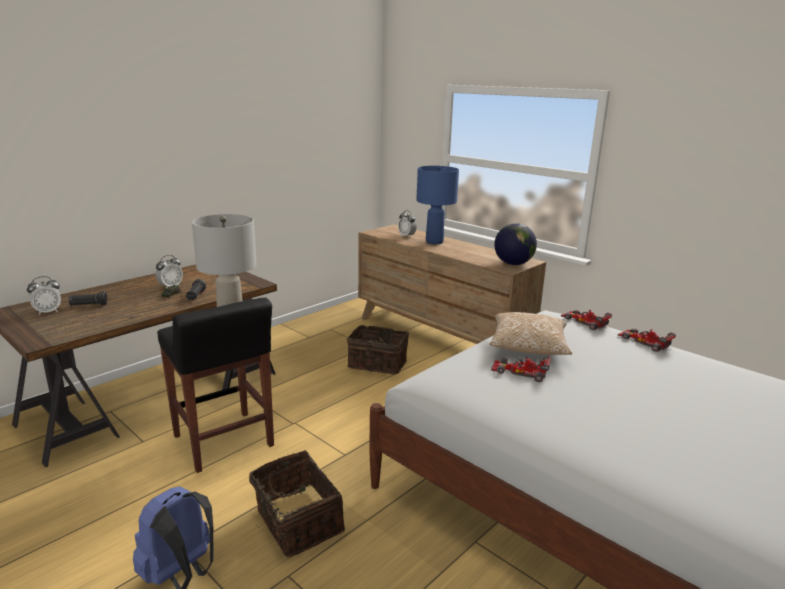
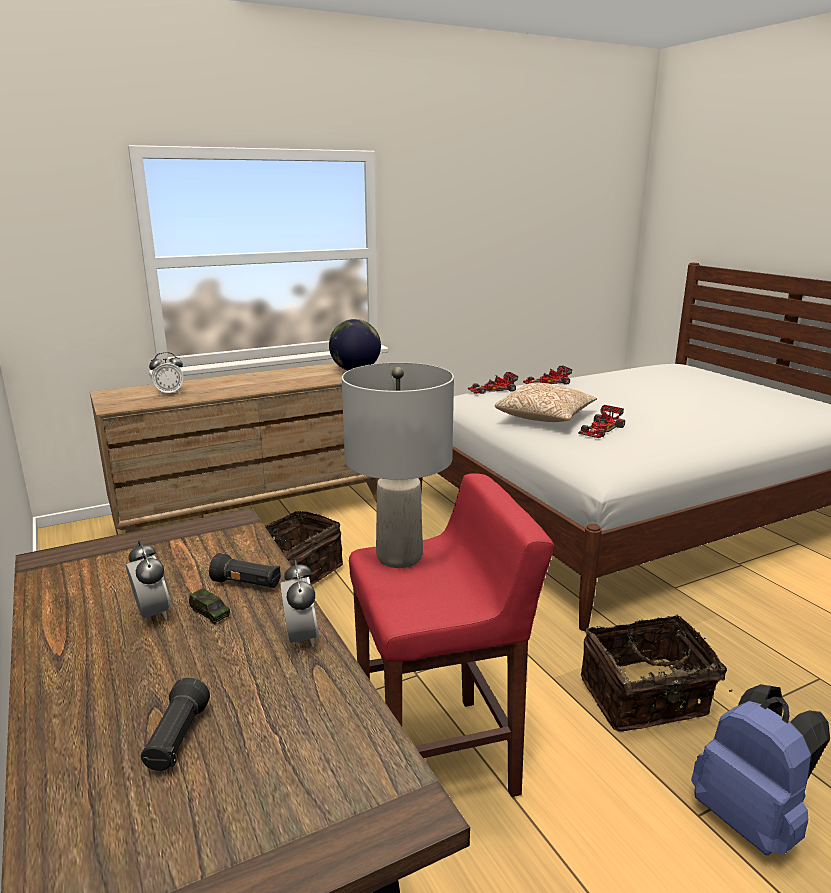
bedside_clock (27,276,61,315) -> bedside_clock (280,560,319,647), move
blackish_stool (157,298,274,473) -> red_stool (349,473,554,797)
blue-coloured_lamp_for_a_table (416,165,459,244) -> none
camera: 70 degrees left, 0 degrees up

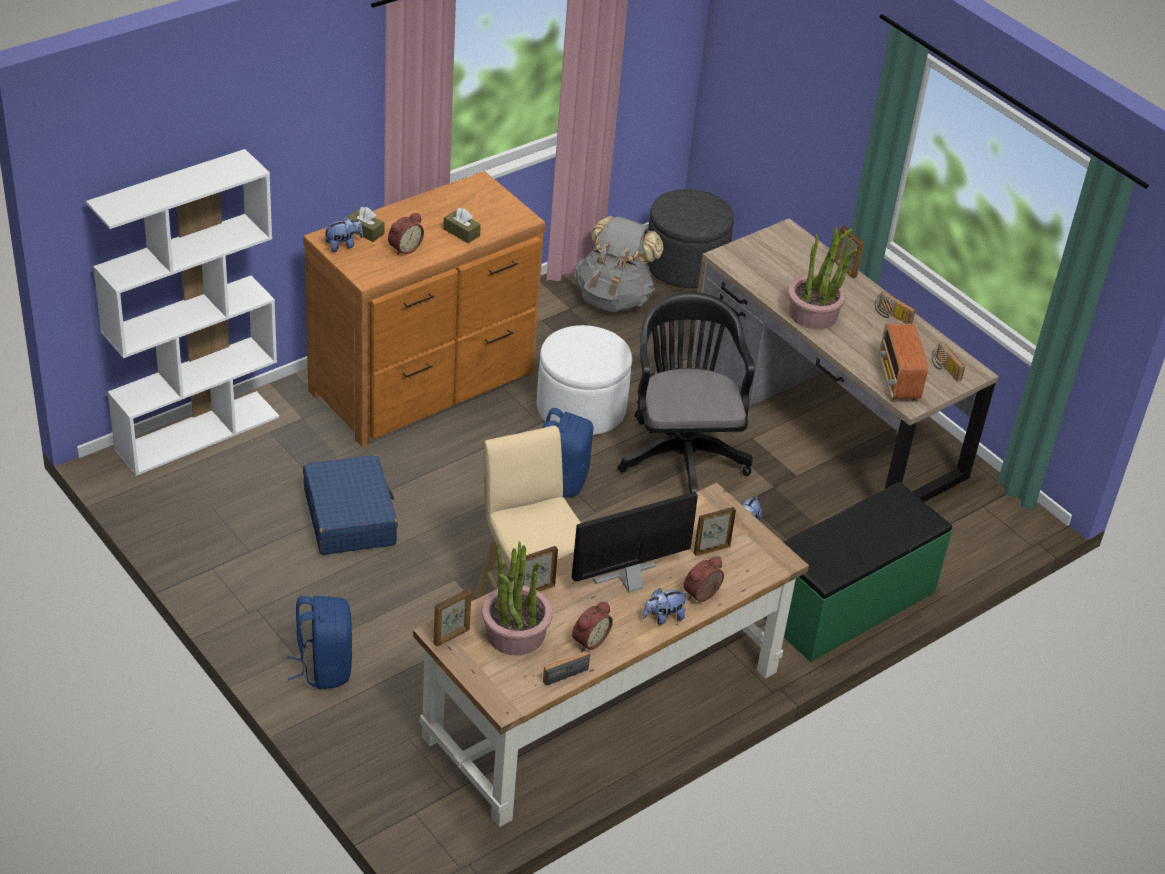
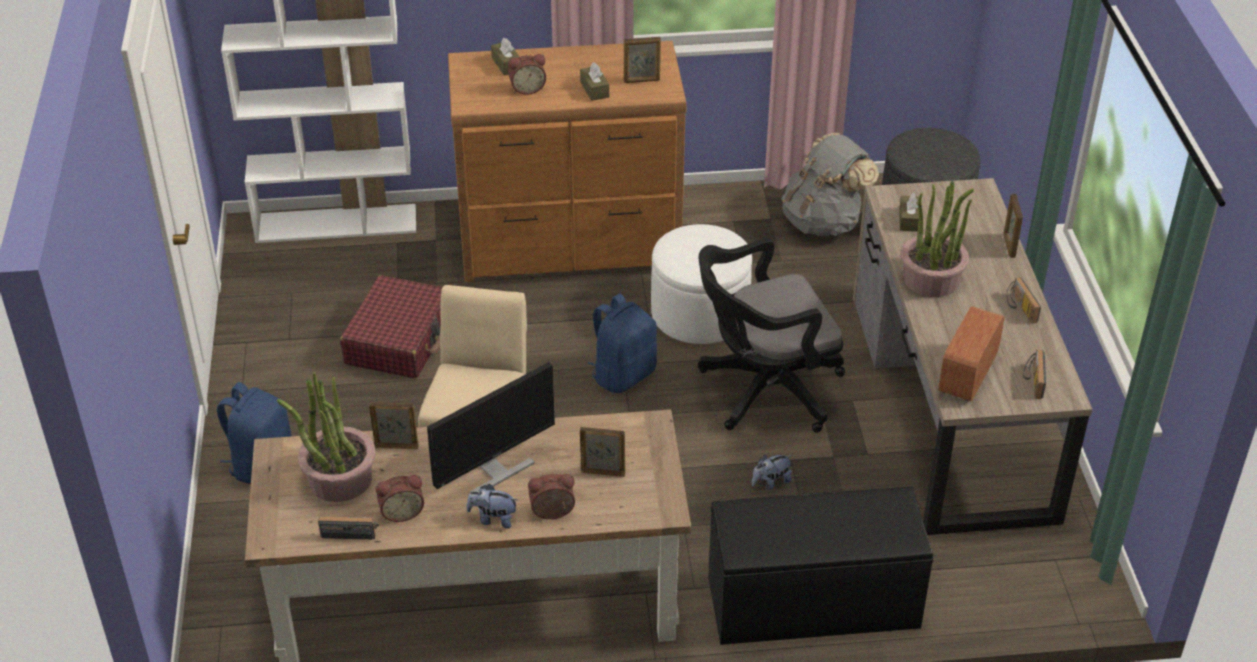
blue-coloured_piece_of_luggage (303,455,398,555) -> red_piece_of_luggage (340,275,442,379)
cuddly_toy (325,216,363,252) -> none
standing_frame (433,588,472,646) -> standing_frame (624,37,661,83), move
monitor (572,492,698,592) -> monitor (427,362,555,493), 135 degrees clockwise
blackish_desk_chair (618,292,754,493) -> blackish_desk_chair (698,238,845,433), 135 degrees counterclockwise
green_long_seat (764,482,952,662) -> blackish_long_seat (708,487,934,645)
none -> brown_box_of_tissues (899,193,919,232)
camera: 35 degrees right, 0 degrees up

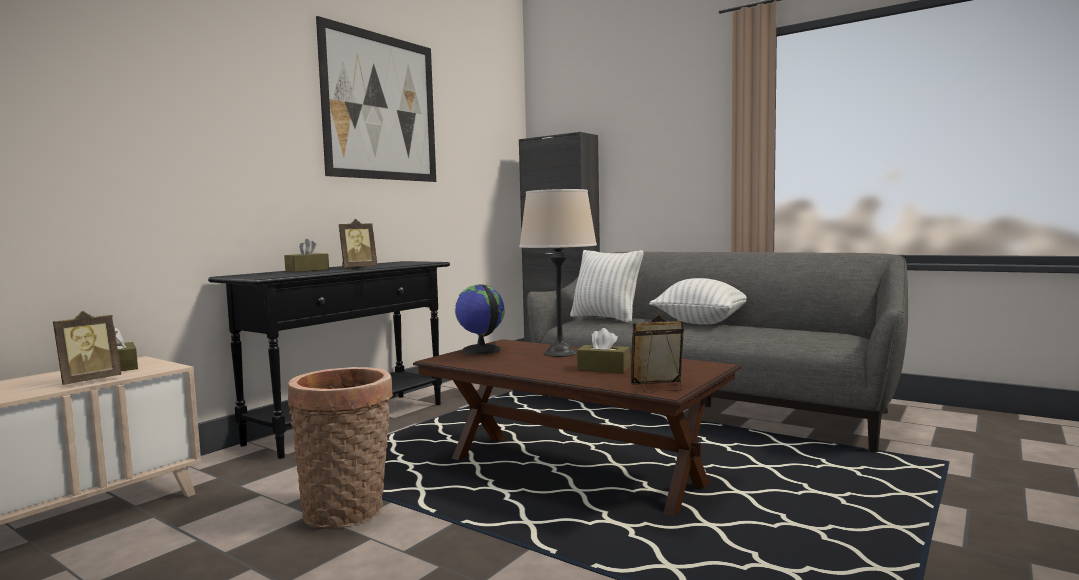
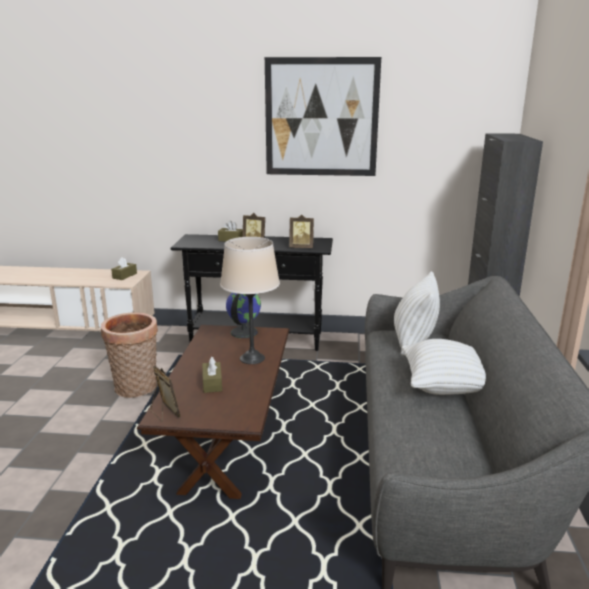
standing_frame (53,311,121,385) -> standing_frame (289,215,314,248), move
camera: 60 degrees right, 15 degrees up

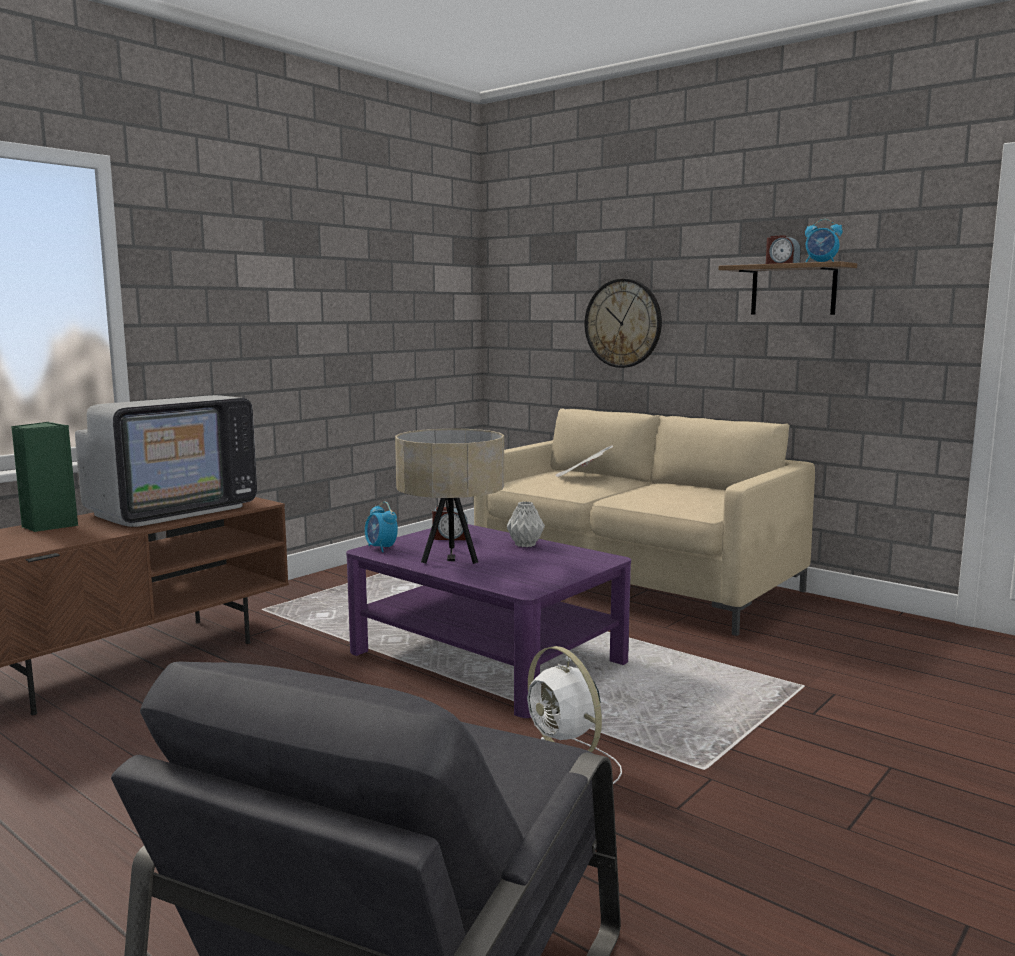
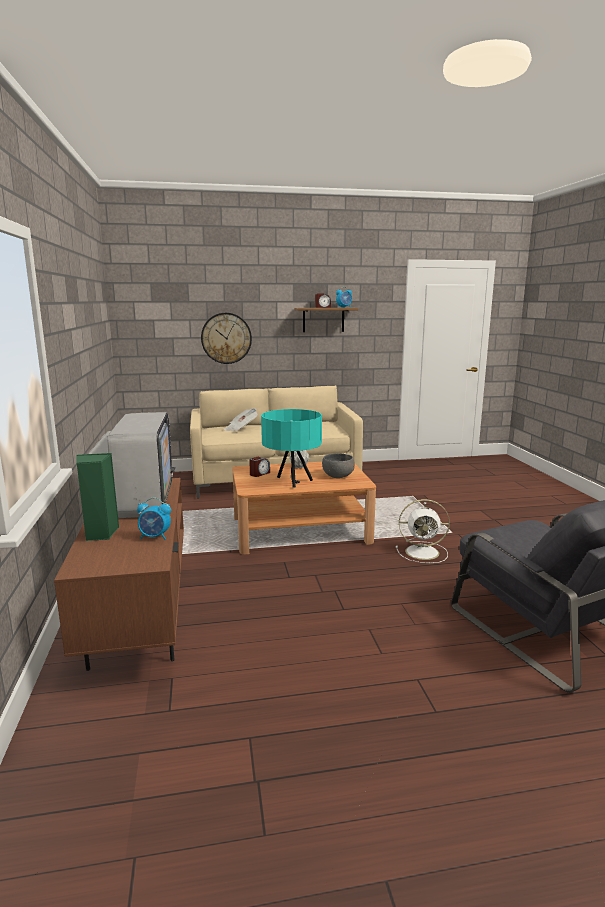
purple-coloured_low_table (346,524,631,718) -> brown_low_table (232,462,376,555)
bedside_clock (365,501,398,552) -> bedside_clock (137,497,171,539), move
sand-coloured_lamp_for_a_table (395,428,504,564) -> blue-green_lamp_for_a_table (261,409,322,488)
none -> grey_bowl (322,453,355,478)
camera: 50 degrees left, 5 degrees up

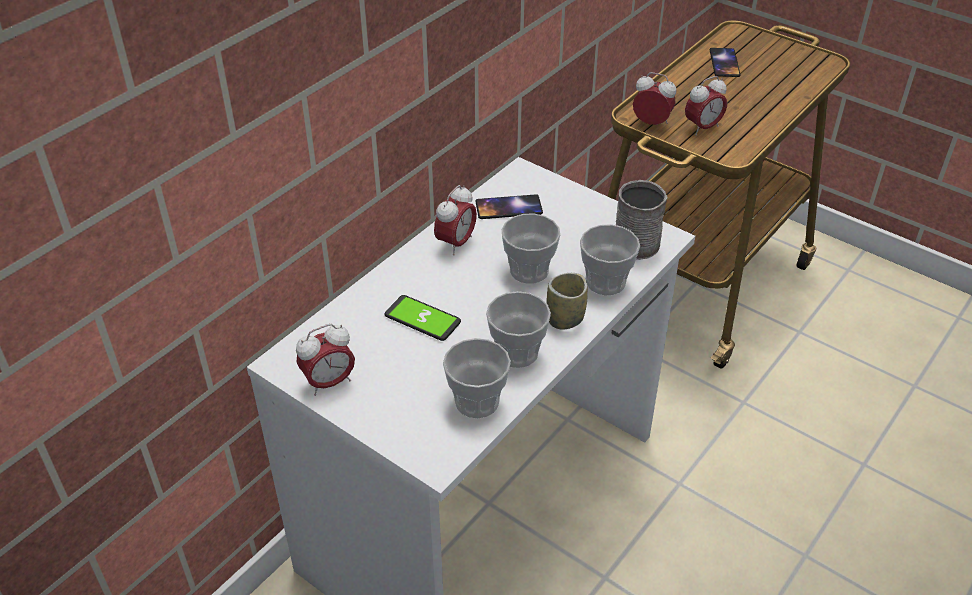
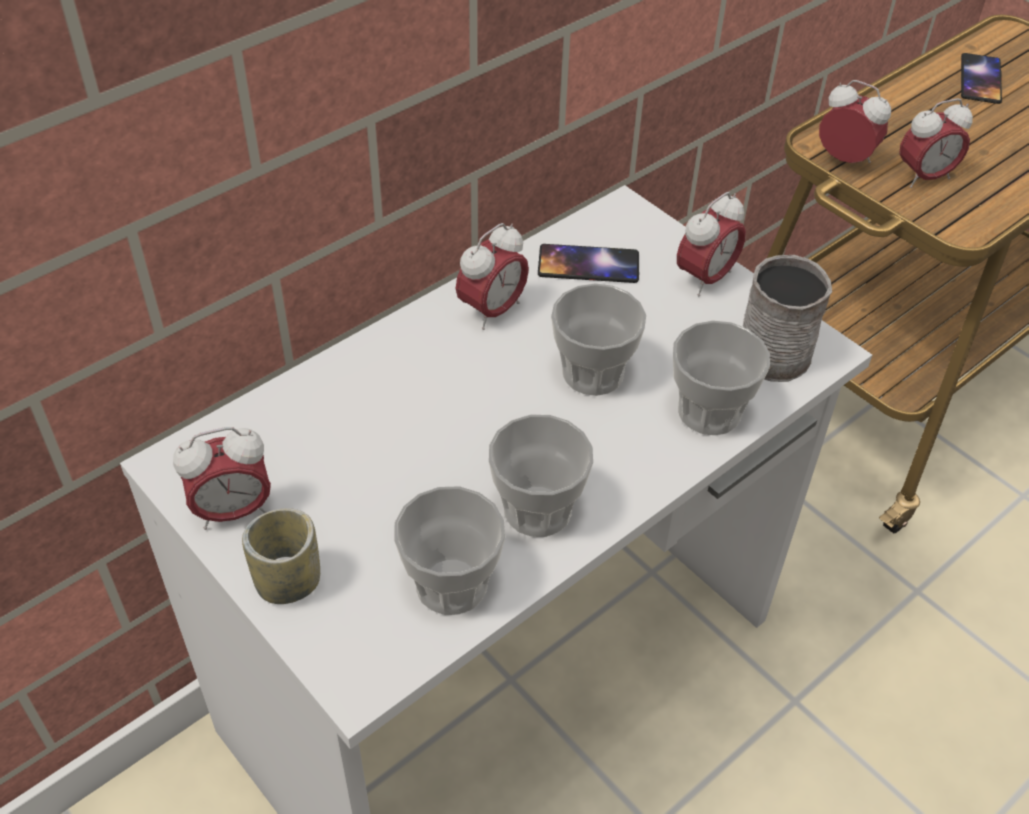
phone (384,295,461,341) -> none
small_cup (547,273,588,329) -> small_cup (242,508,320,604), move
none -> bedside_clock (677,192,746,296)
camera: 10 degrees right, 5 degrees up

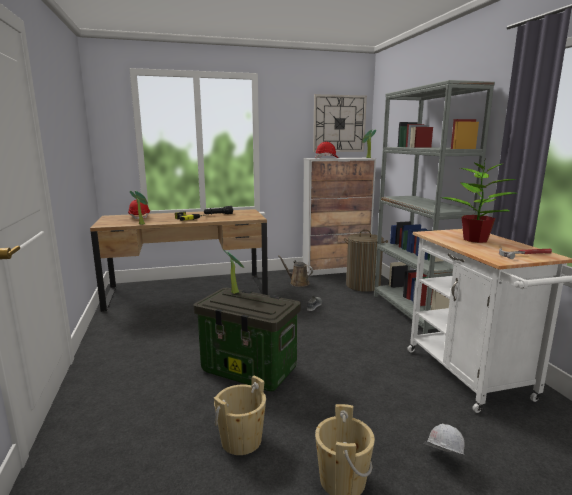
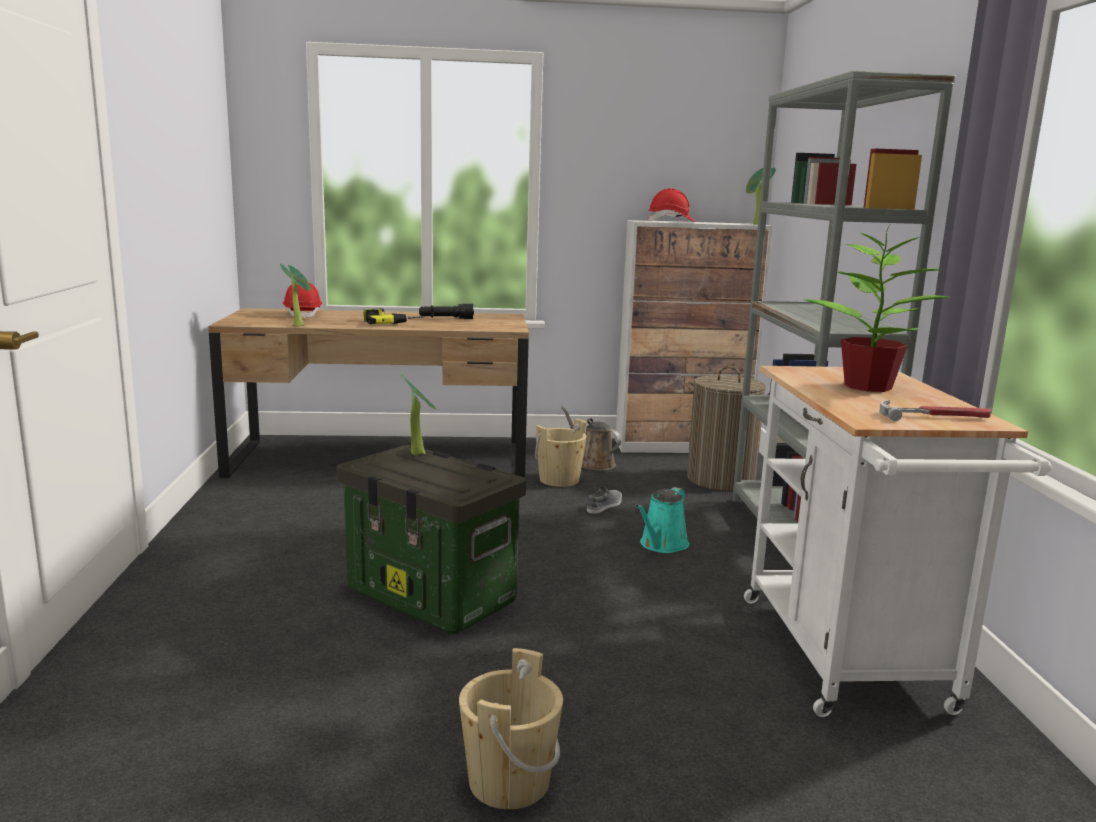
sand-coloured_bucket (214,376,266,455) -> sand-coloured_bucket (535,419,587,487), move
clock_on_the_wall (313,94,367,152) -> none
white_work_helmet (424,424,465,455) -> none
none -> blue-green_watering_pot (636,487,689,553)
camera: 10 degrees right, 0 degrees up

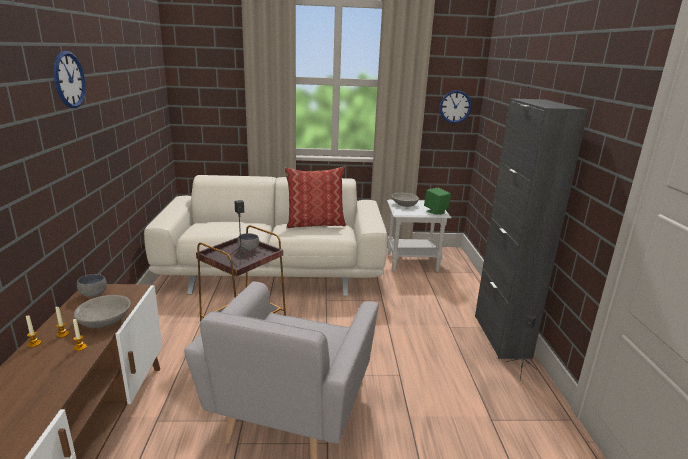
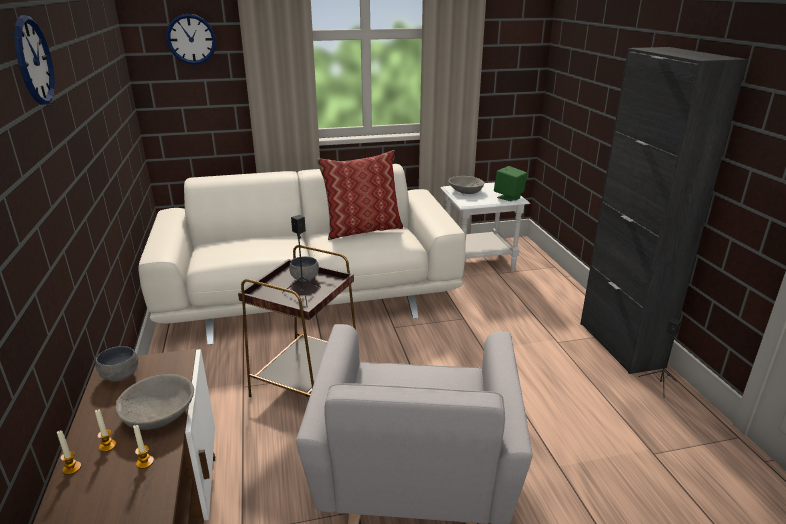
clock_on_the_wall (439,90,472,123) -> clock_on_the_wall (166,14,216,65), move
camera: 10 degrees left, 5 degrees up

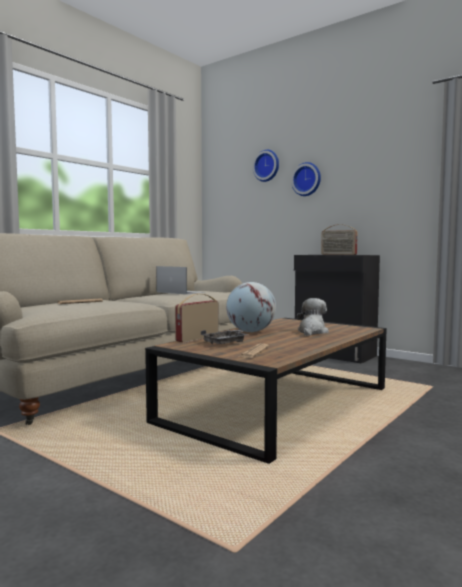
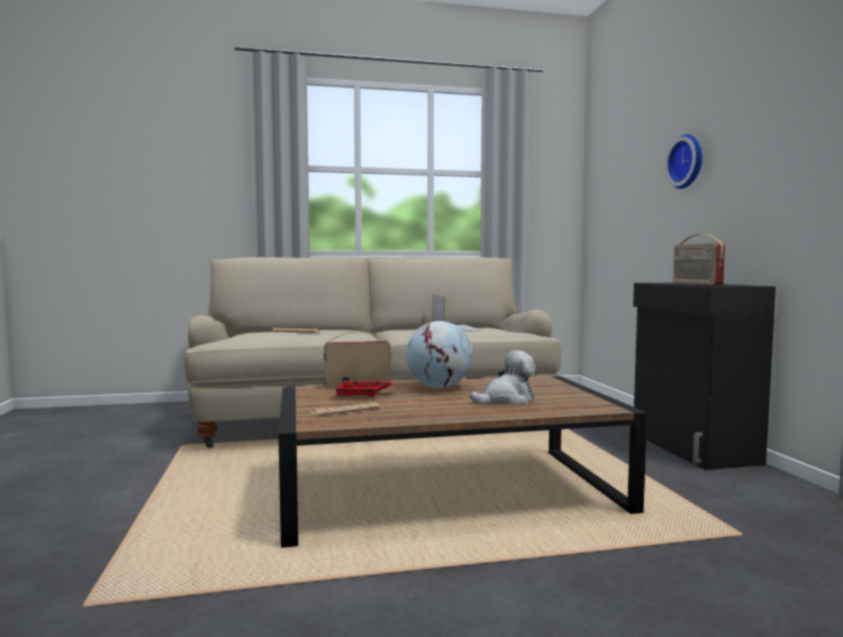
grey_serving_tray (201,330,249,344) -> red_serving_tray (332,377,395,397)
clock_on_the_wall (252,150,279,182) -> none
camera: 40 degrees right, 0 degrees up

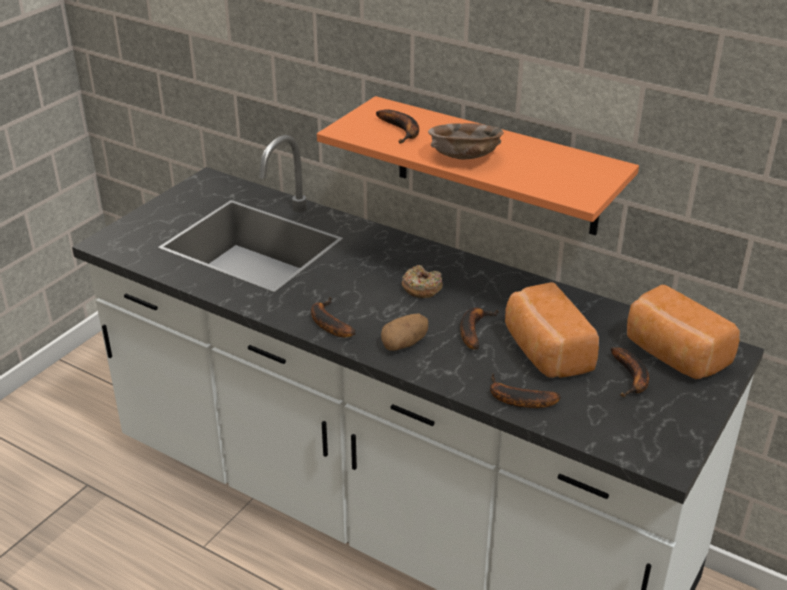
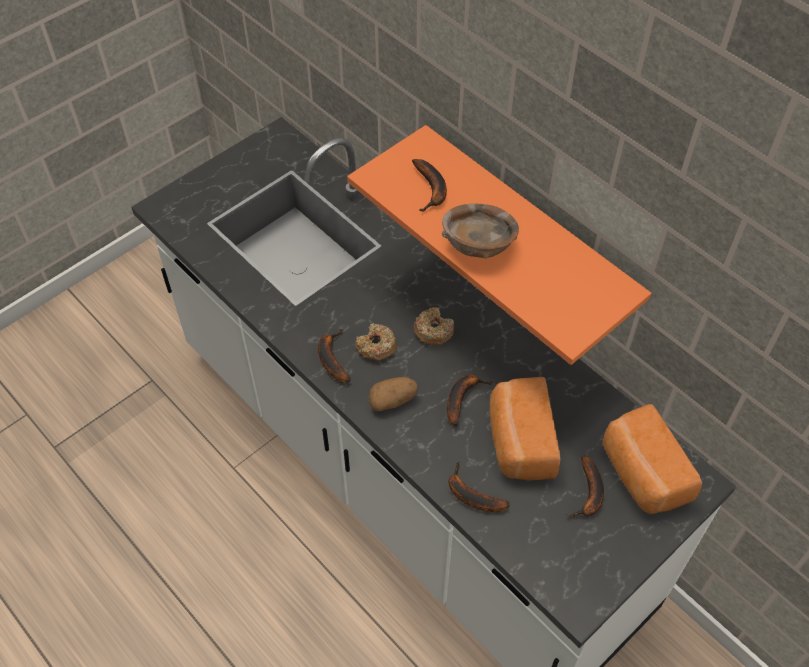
none -> doughnut (355,323,397,361)
camera: 15 degrees right, 20 degrees up

